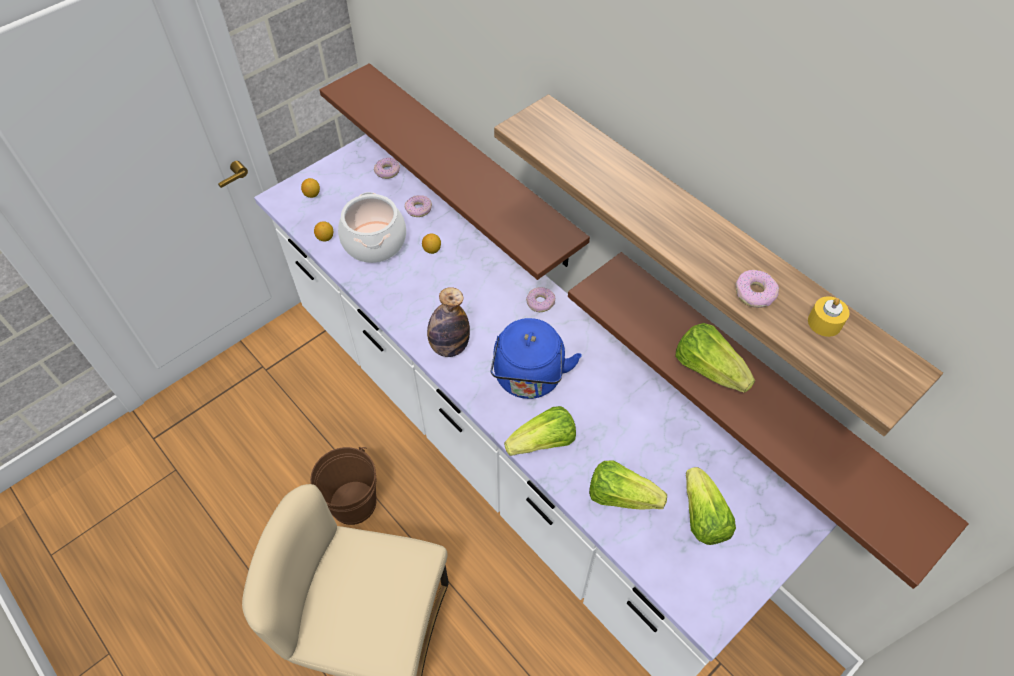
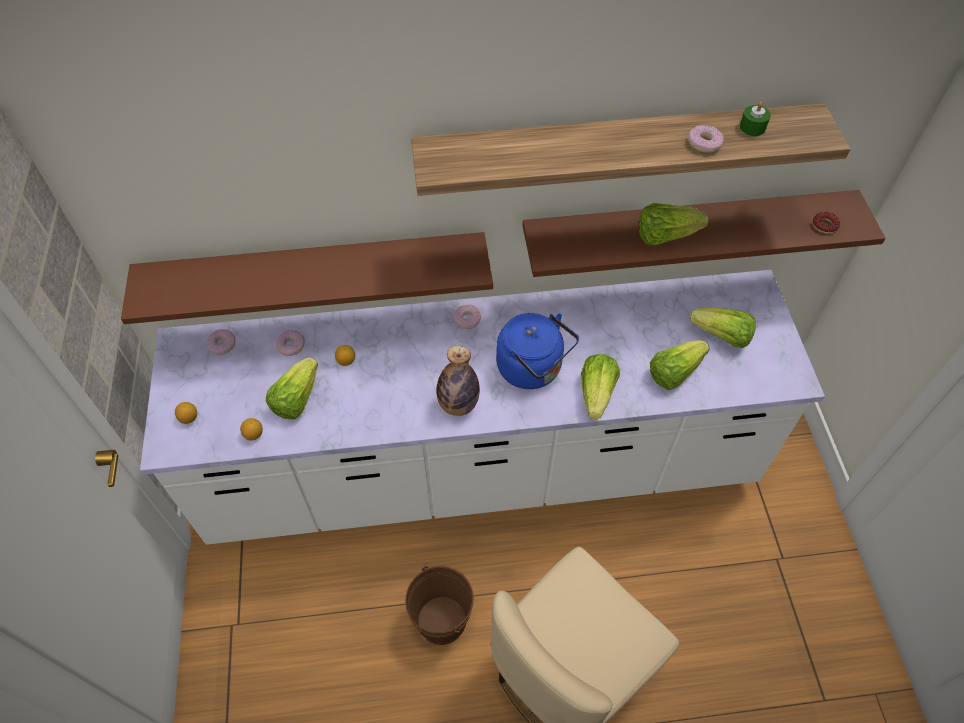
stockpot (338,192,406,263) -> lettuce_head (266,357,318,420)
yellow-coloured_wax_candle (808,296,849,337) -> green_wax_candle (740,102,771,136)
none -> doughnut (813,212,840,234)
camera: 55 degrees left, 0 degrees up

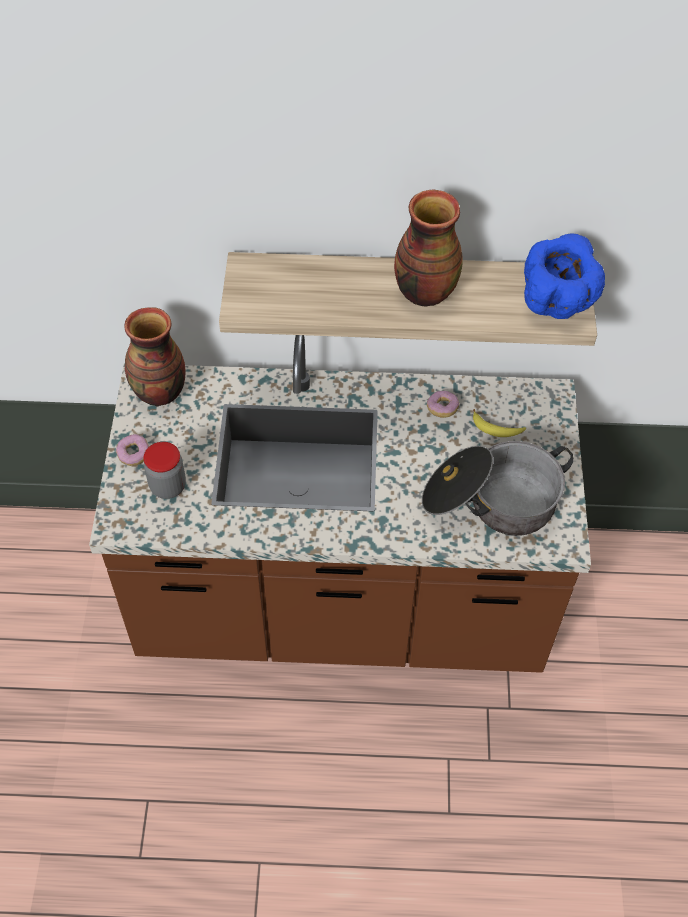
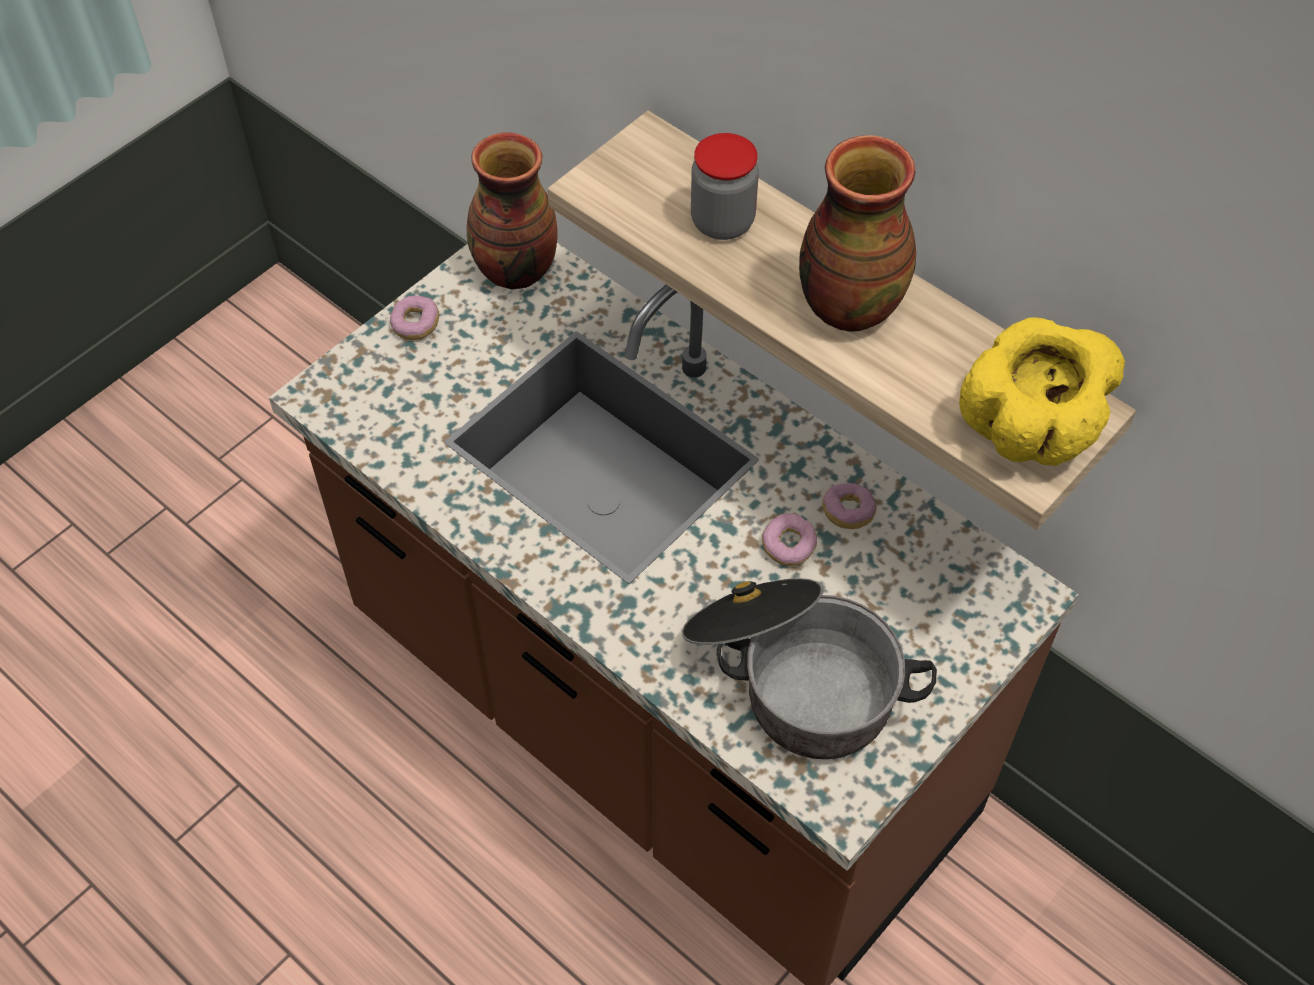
jar (144,442,186,499) -> jar (691,133,759,240), move
whole_banana (473,409,526,437) -> none
blue-coloured_bowl (524,233,605,319) -> yellow-coloured_bowl (959,317,1125,466)
none -> doughnut (762,513,817,566)
camera: 40 degrees right, 0 degrees up

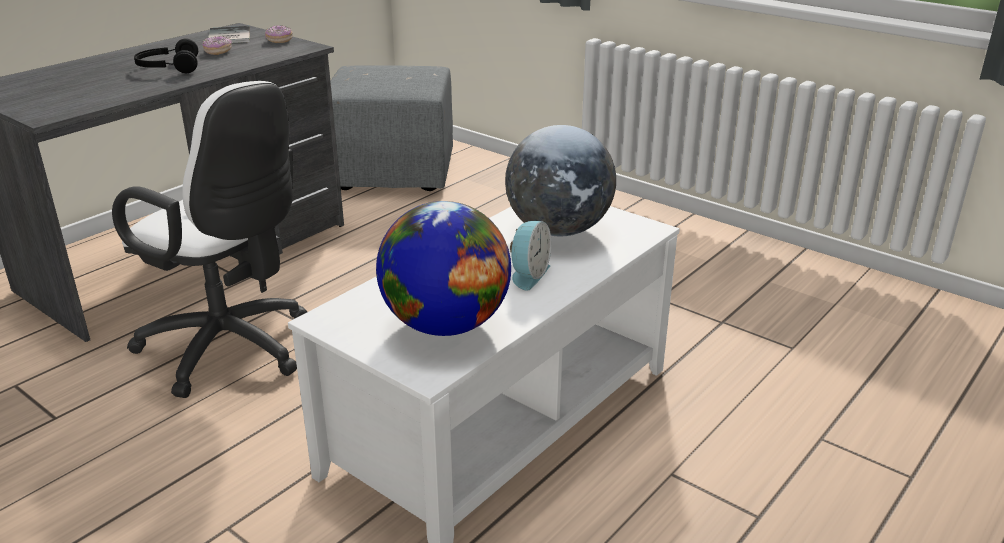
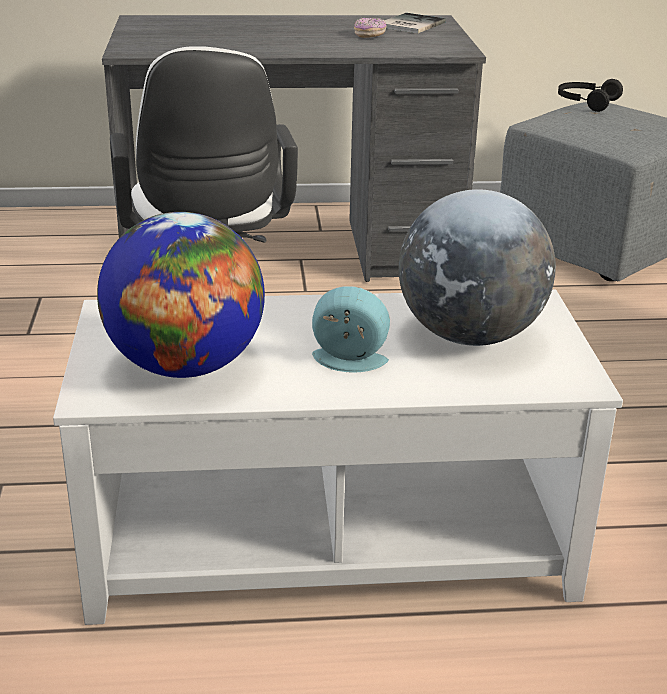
blackish_headphones (134,39,198,73) -> blackish_headphones (558,79,623,112), move
doughnut (265,25,293,43) -> none
bedside_clock (510,221,551,291) -> bedside_clock (312,286,390,372), 150 degrees counterclockwise
camera: 45 degrees right, 0 degrees up

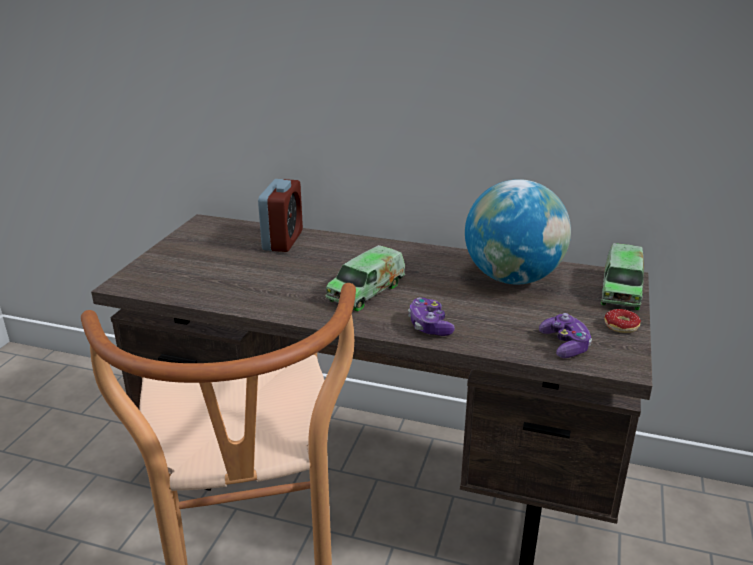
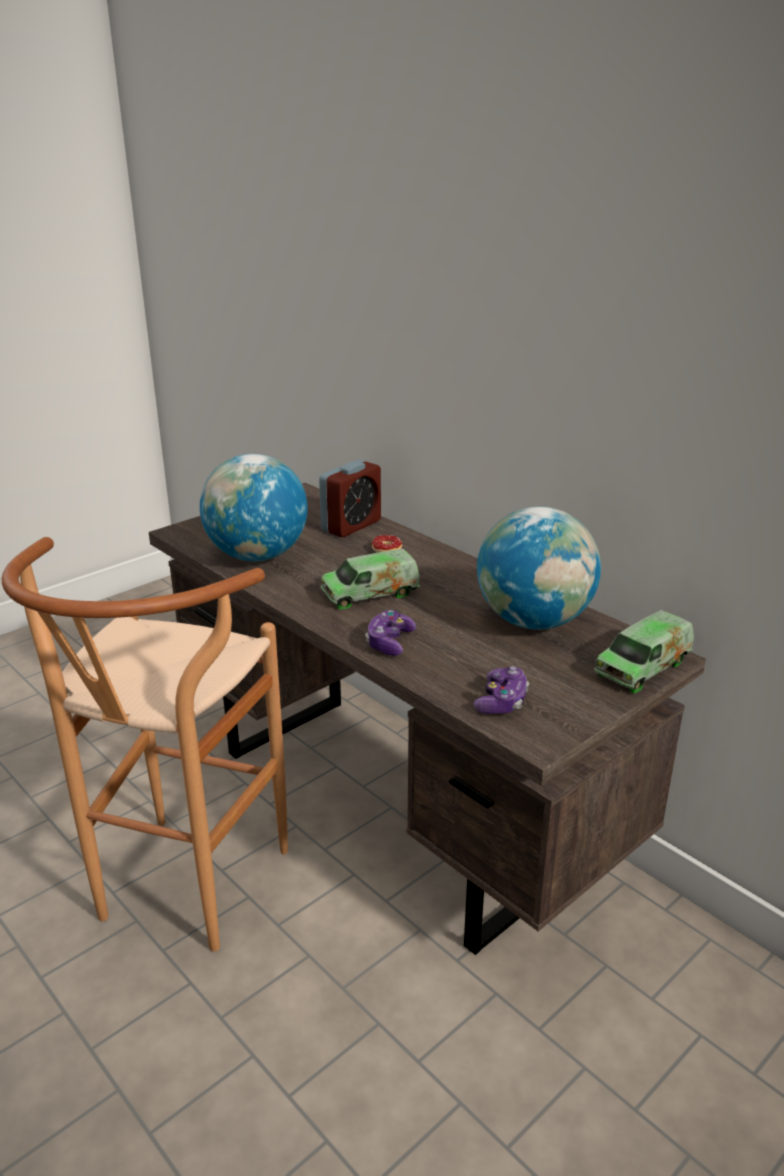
doughnut (604,309,641,333) -> doughnut (372,535,402,553), move
none -> globe (200,454,308,561)
camera: 30 degrees right, 0 degrees up

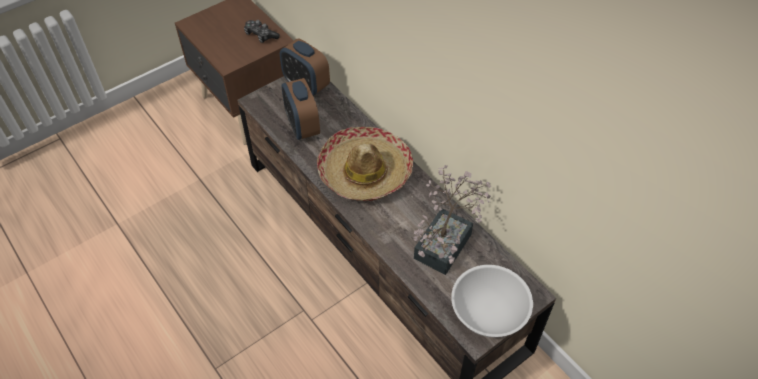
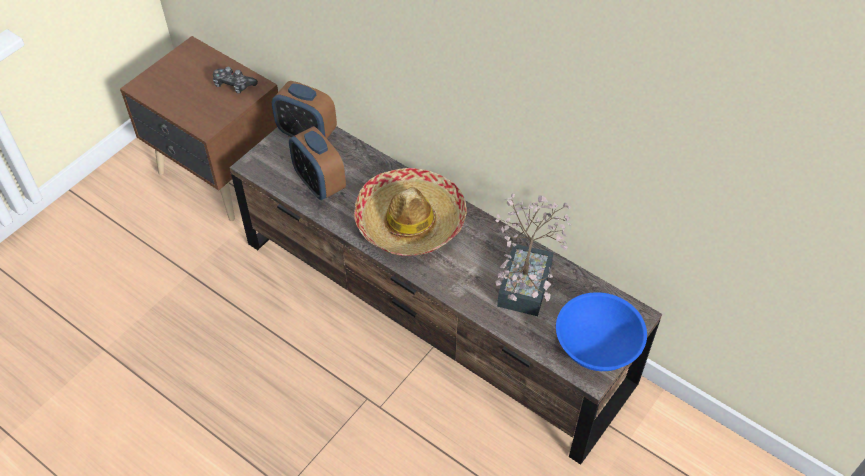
white_bowl (451,265,533,337) -> blue-coloured_bowl (556,292,647,371)
camera: 15 degrees left, 0 degrees up

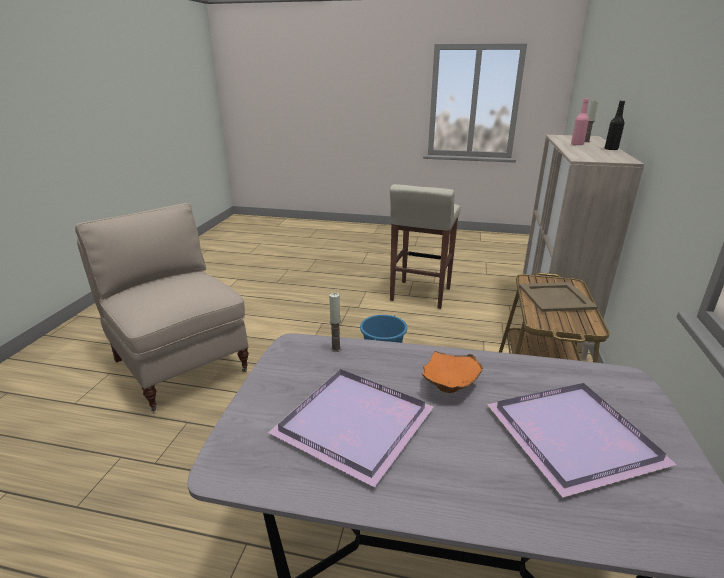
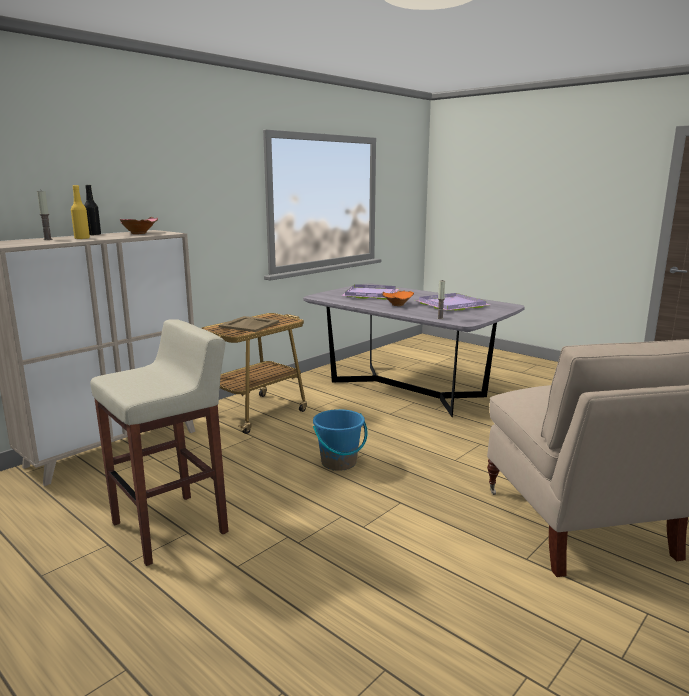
pink-coloured_bottle (571,98,589,146) -> yellow-coloured_bottle (71,185,90,239)
none -> pink-coloured_bowl (120,217,158,234)
camera: 150 degrees left, 10 degrees down

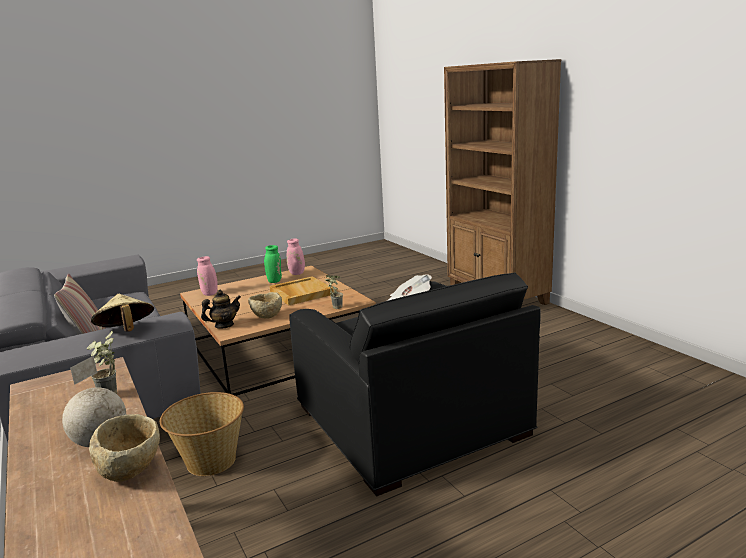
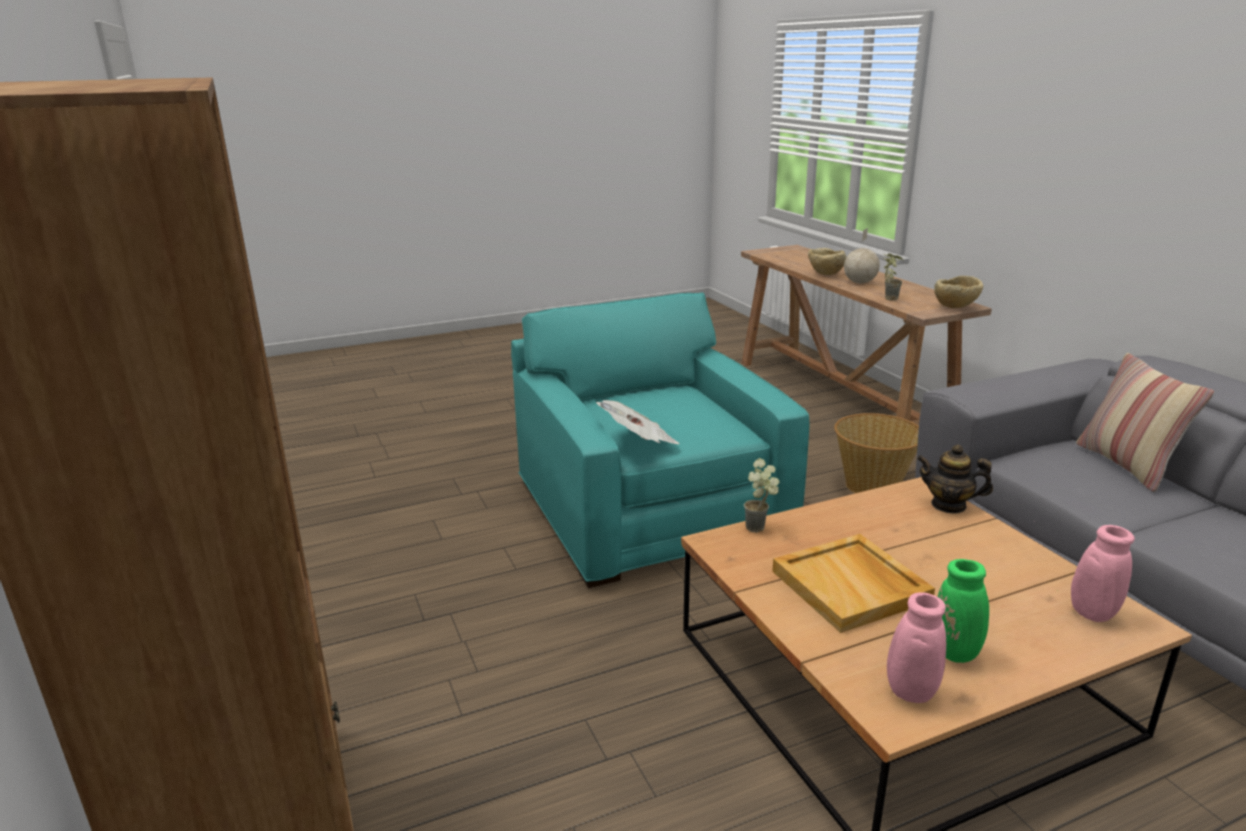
sand-coloured_wearable_hat (91,293,154,332) -> none
teapot (201,290,241,329) -> teapot (917,445,993,514), 45 degrees clockwise
sand-coloured_bowl (248,292,282,319) -> sand-coloured_bowl (934,276,983,308), move
blackish_lounge_chair (289,272,541,496) -> blue-green_lounge_chair (511,292,809,588)
camera: 175 degrees left, 5 degrees up

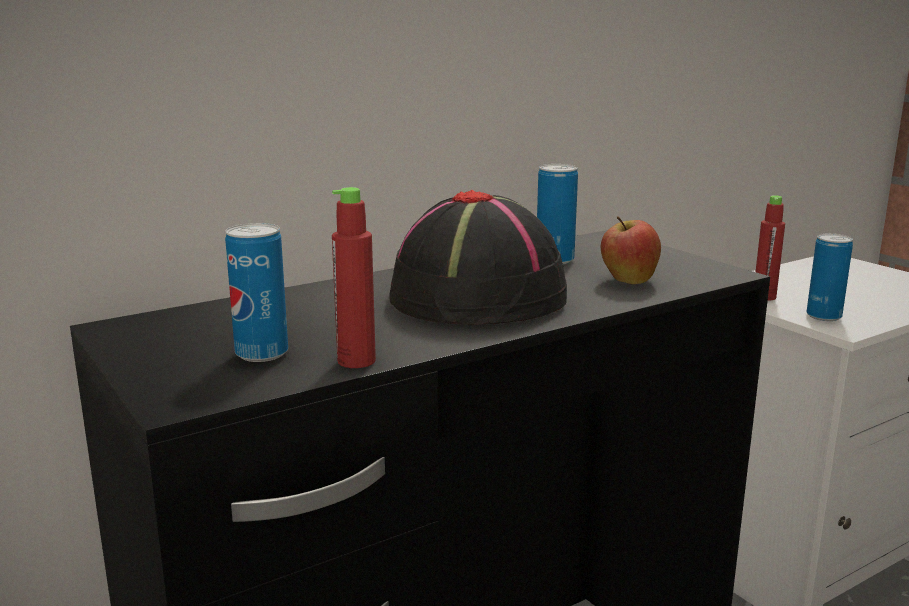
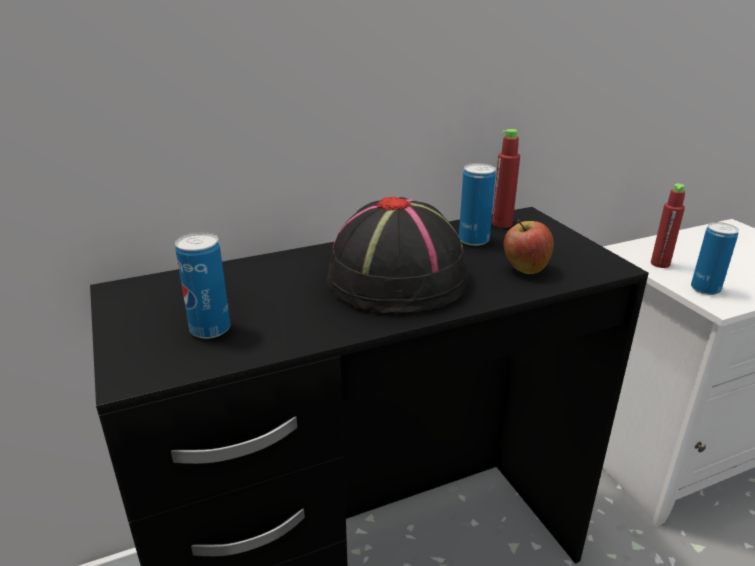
red_bottle (332,187,376,368) -> red_bottle (492,129,520,228), move
camera: 10 degrees right, 10 degrees up

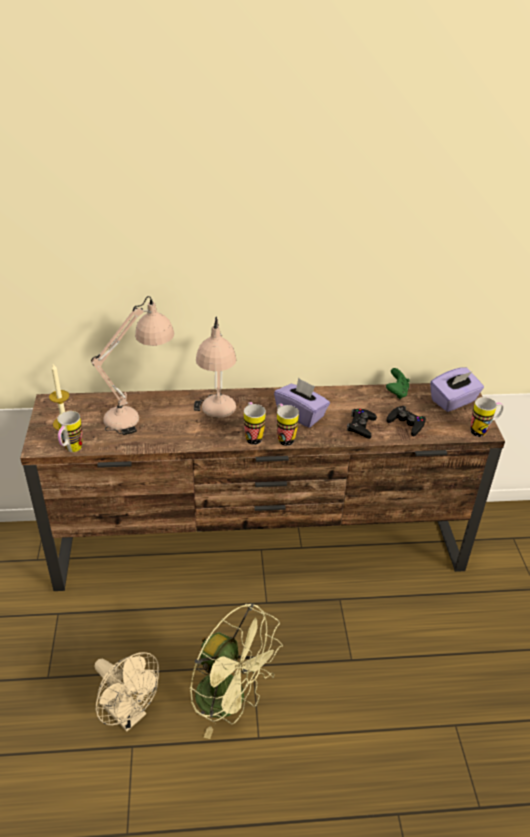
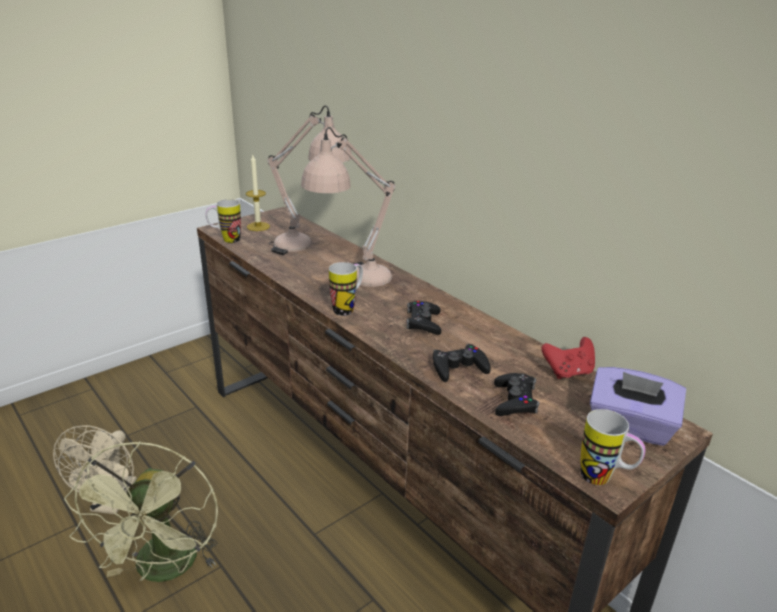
purple-coloured_box_of_tissues (274,378,330,428) -> blackish_gamepad (406,301,441,335)
coffee_mug (277,403,299,446) -> none
green_gamepad (386,368,409,399) -> red_gamepad (541,337,595,379)
camera: 55 degrees right, 10 degrees down

